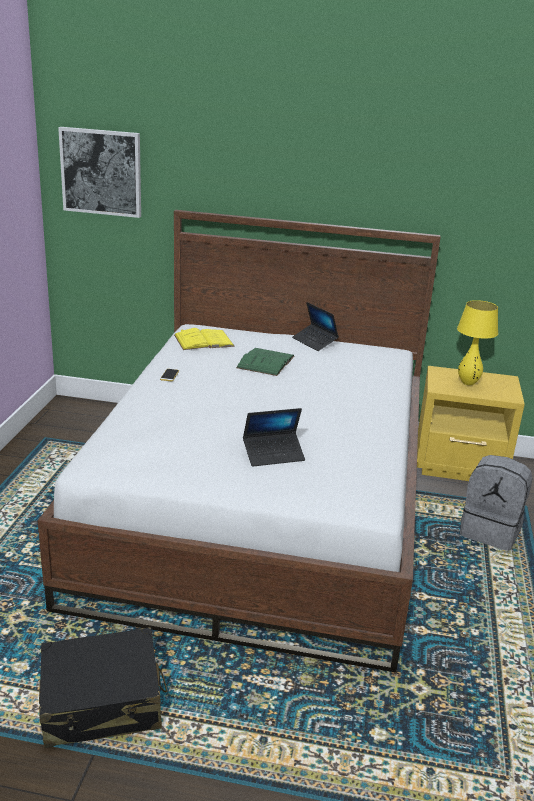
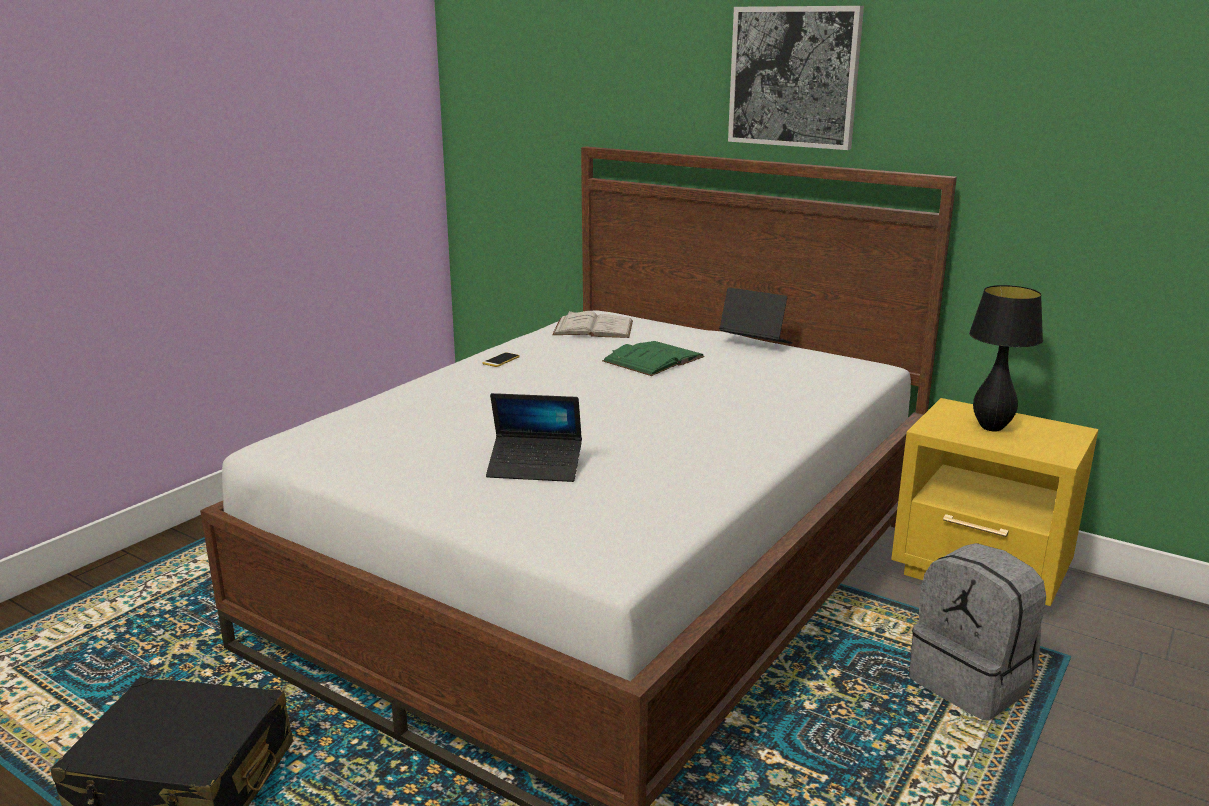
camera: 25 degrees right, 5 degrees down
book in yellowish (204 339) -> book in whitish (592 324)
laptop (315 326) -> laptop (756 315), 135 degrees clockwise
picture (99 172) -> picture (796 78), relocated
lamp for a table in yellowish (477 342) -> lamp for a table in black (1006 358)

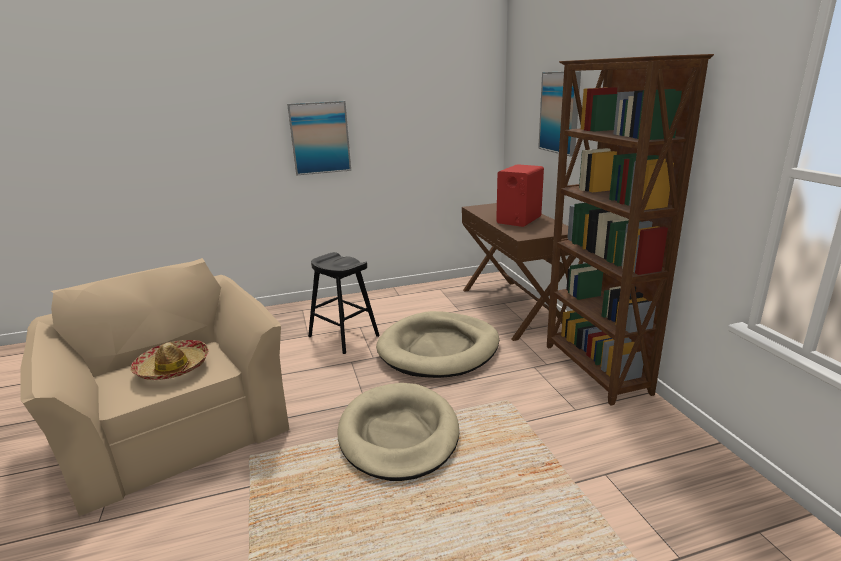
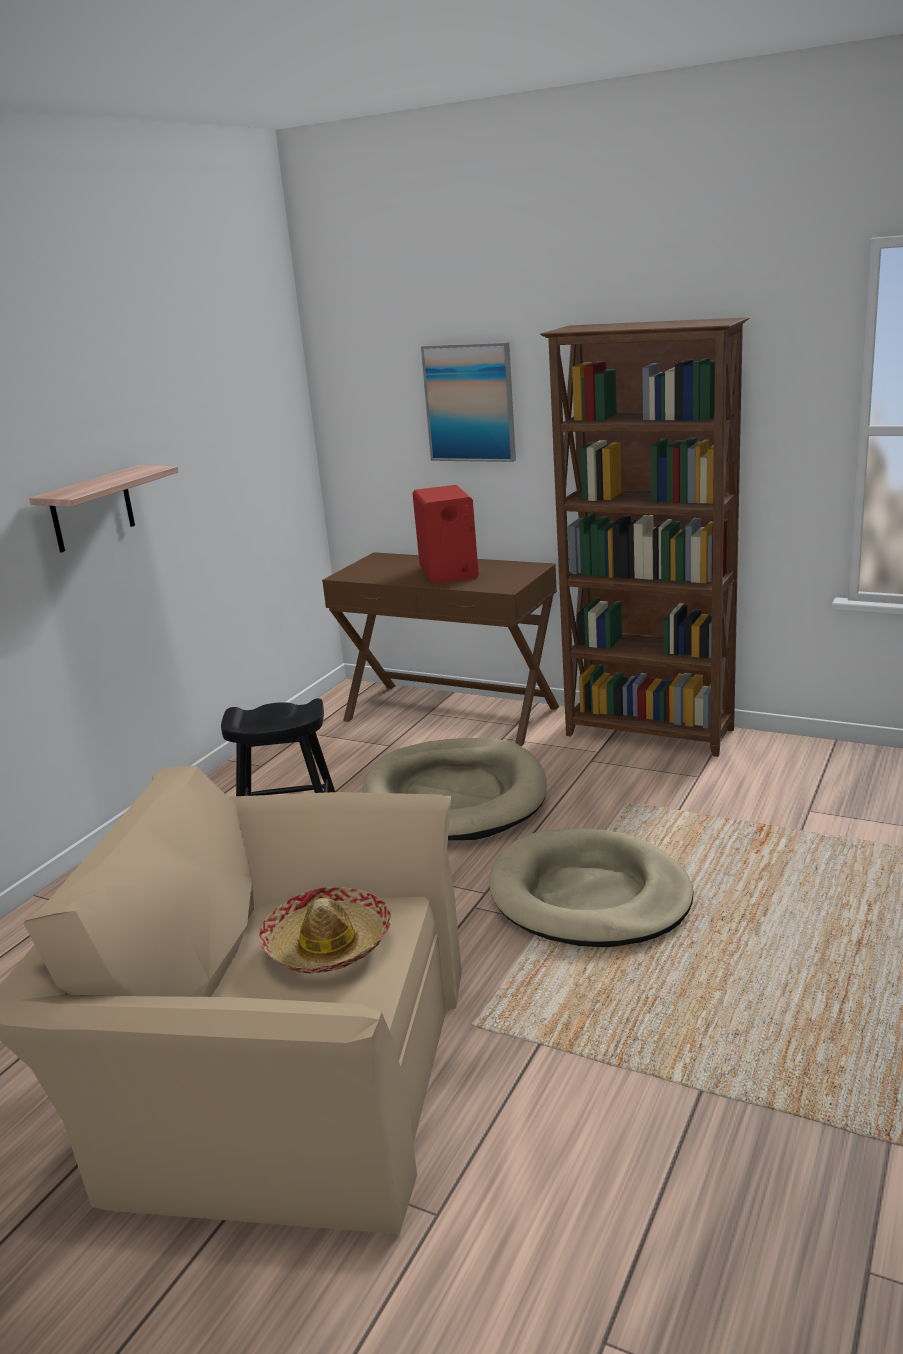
camera: 45 degrees left, 0 degrees up
picture (319 138) -> bracket shelf (103 509)

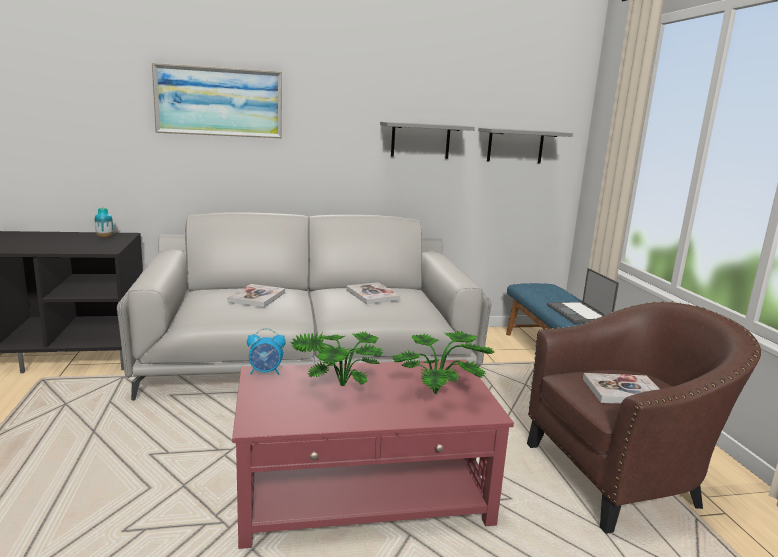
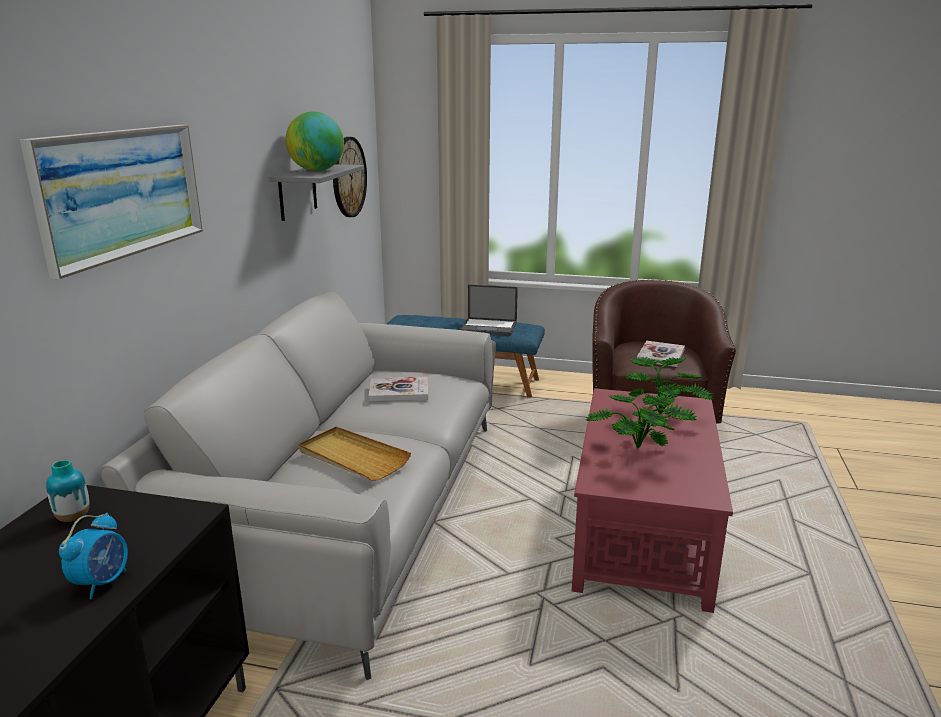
camera: 65 degrees left, 5 degrees up
bedside clock (266 351) -> bedside clock (93 556), relocated
none -> desk globe (315 141)
book (256 296) -> tray in sand-coloured (355 454)
bracket shelf in grey (525 146) -> clock on the wall (350 177)

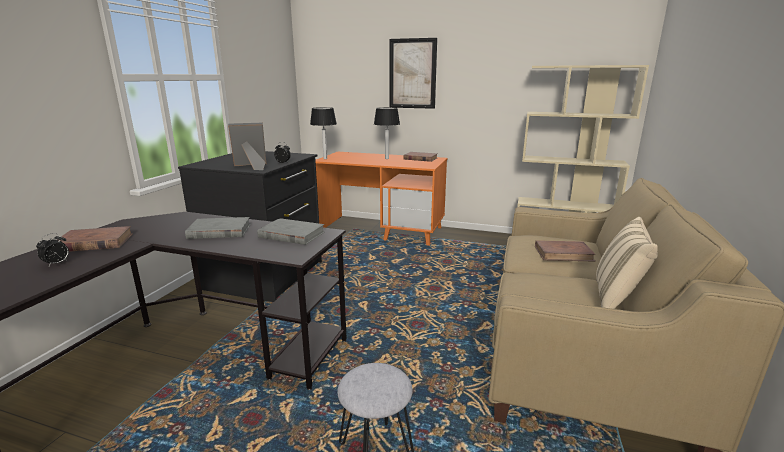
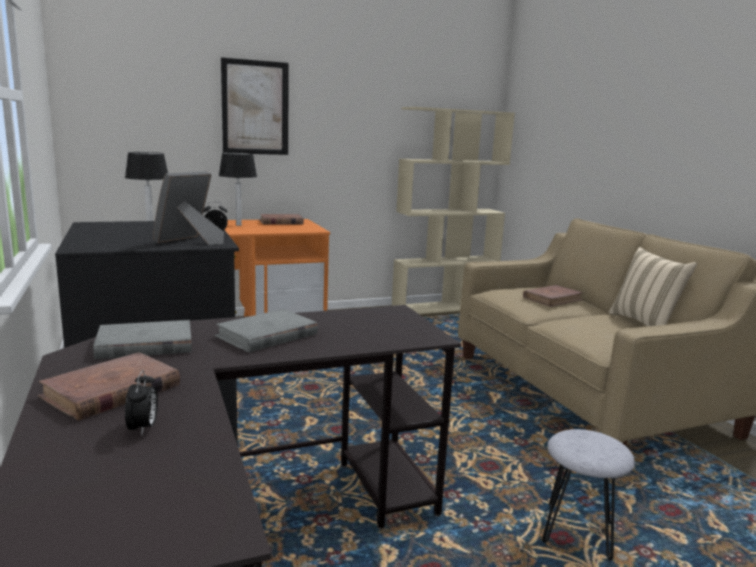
camera: 40 degrees left, 5 degrees down
book in grey (291 231) -> book in grey (142 339), relocated

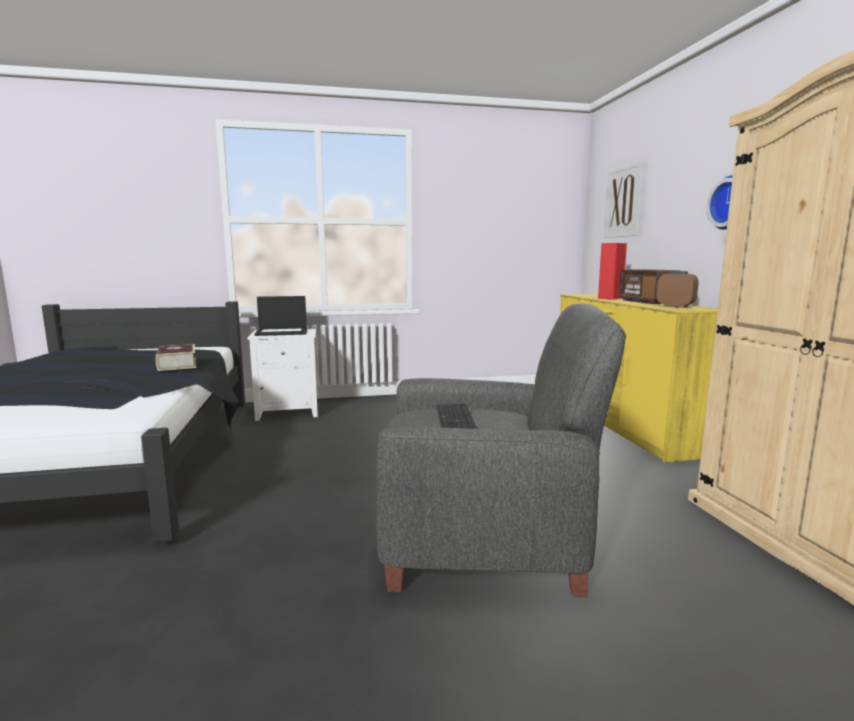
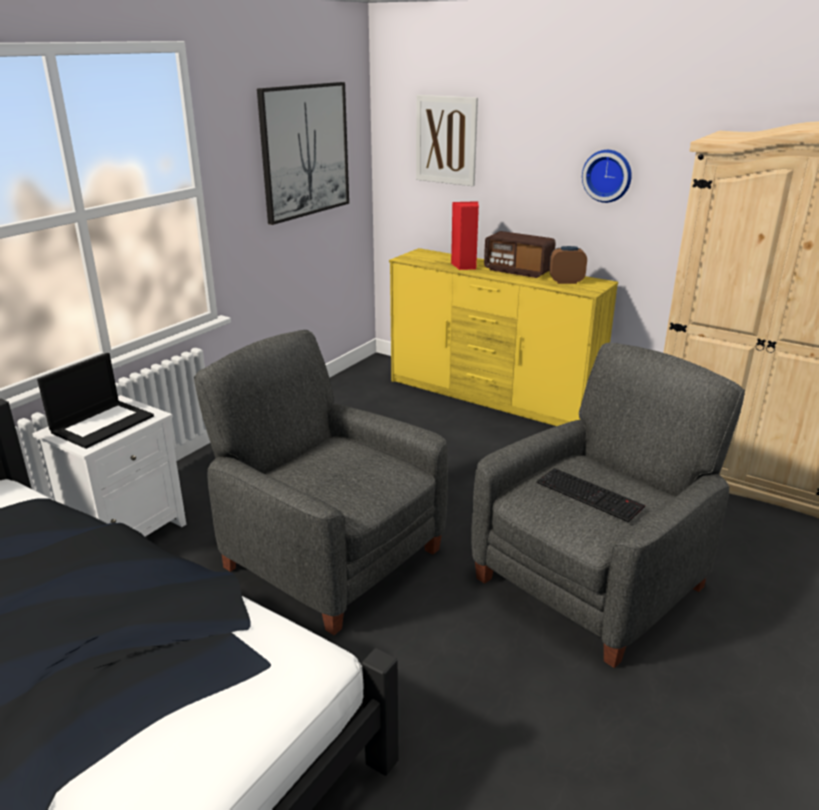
camera: 45 degrees left, 15 degrees up
none -> lounge chair in grey (321 482)
none -> picture (303 153)
book (176 357) -> none

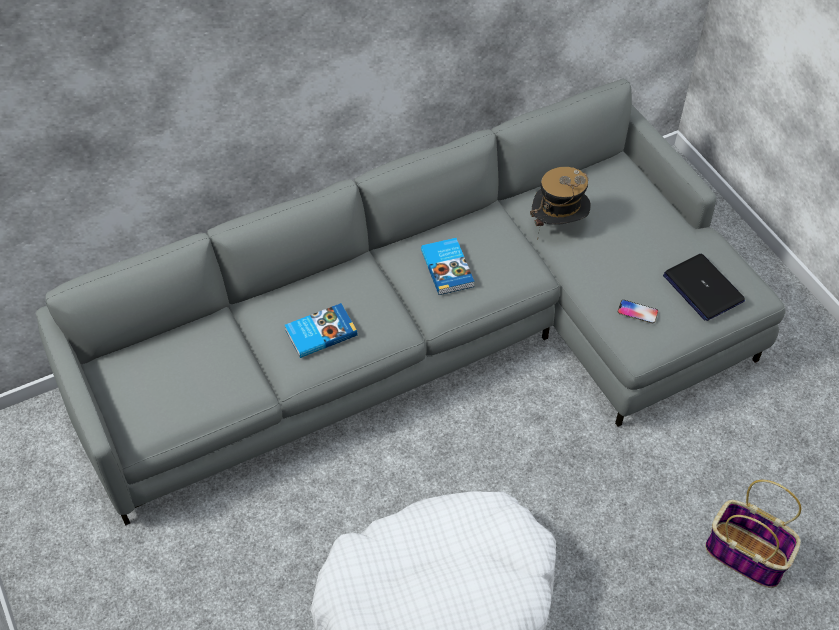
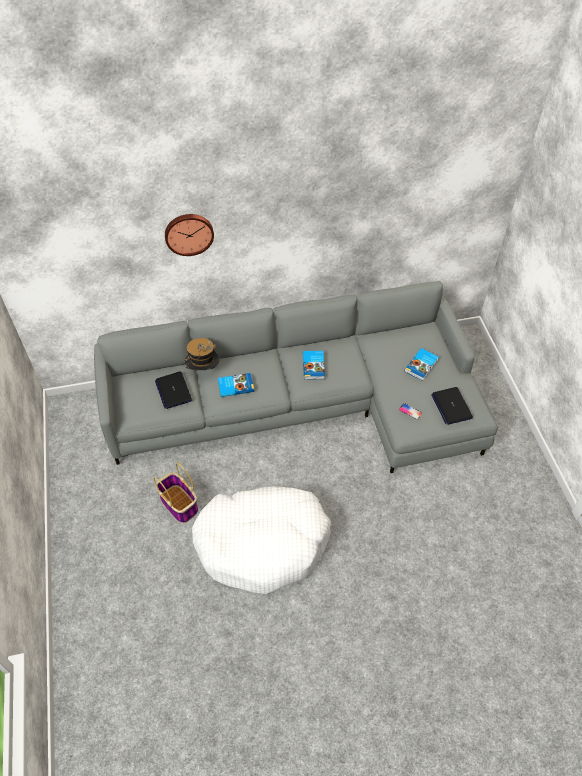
camera: 15 degrees right, 0 degrees up
household basket (753 534) -> household basket (175 493), relocated
none -> laptop (173 390)
none -> clock on the wall (189 235)
clothing hat (560 204) -> clothing hat (202 354), relocated
none -> book (422 364)

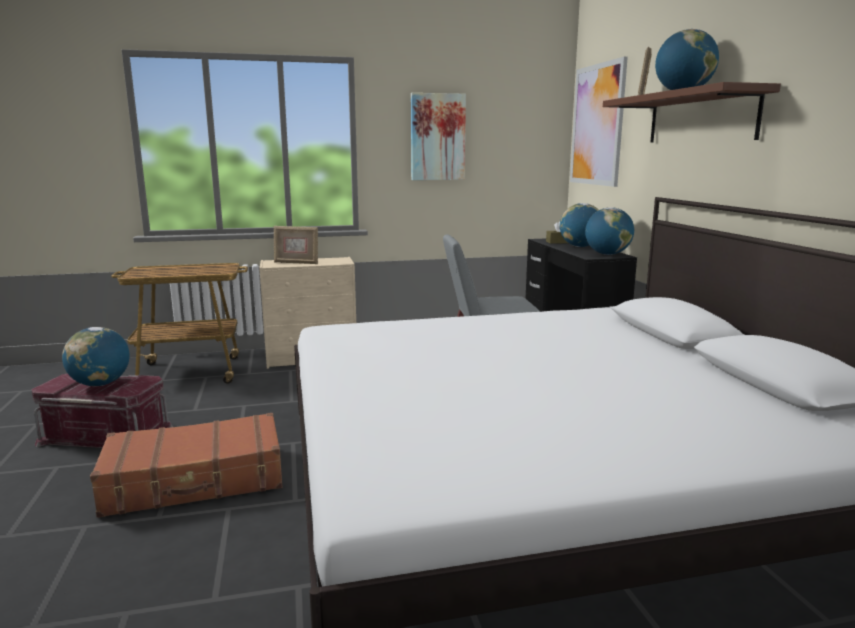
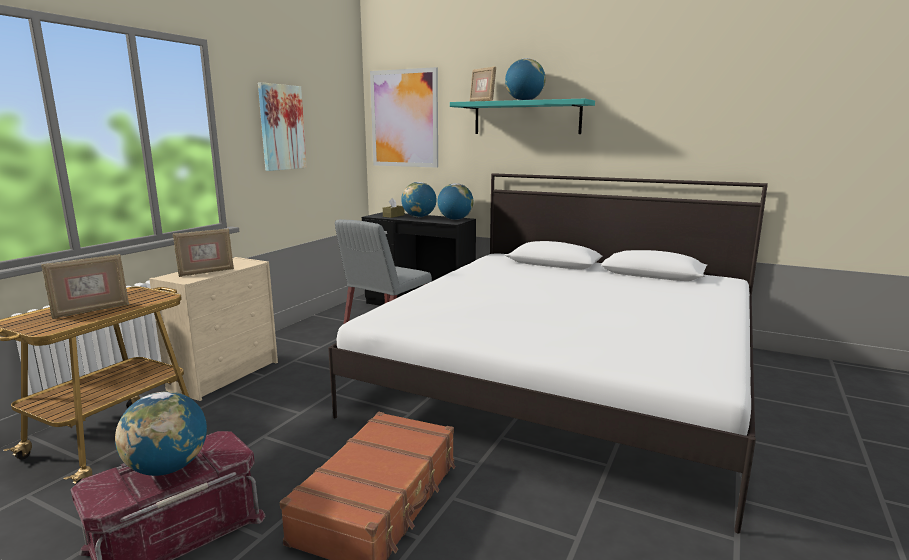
camera: 50 degrees left, 0 degrees up
none -> photo frame (85 286)
bracket shelf in brown-coloured (692 112) -> bracket shelf in turquoise (522 116)

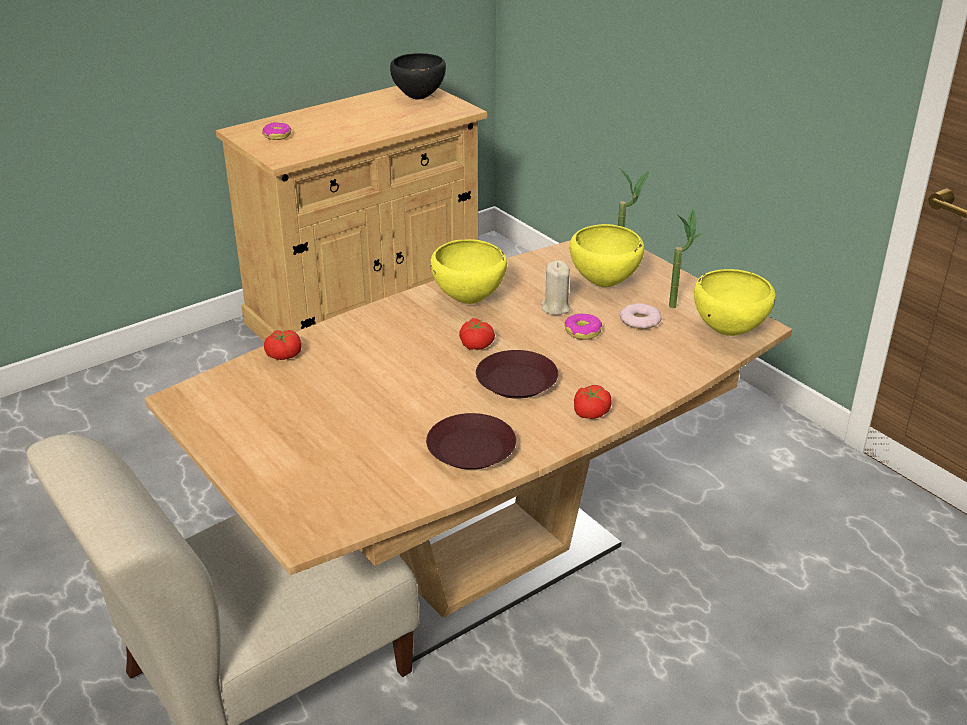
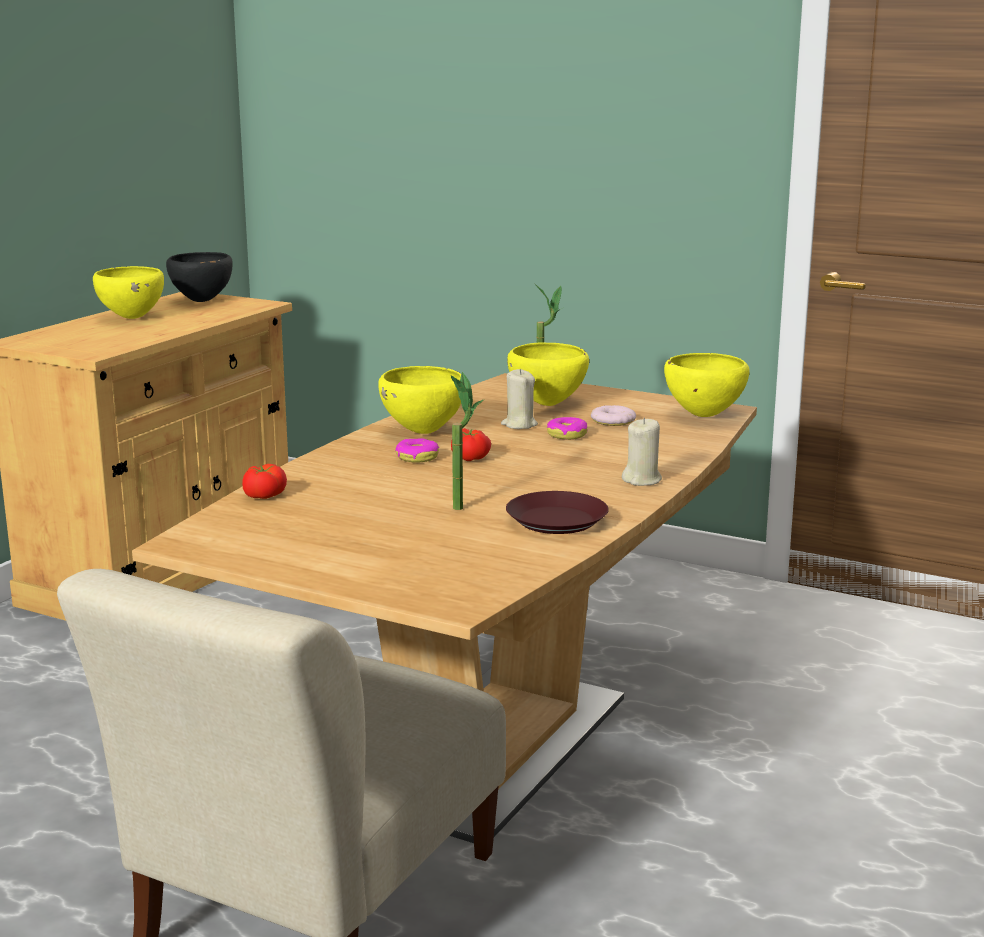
camera: 25 degrees left, 15 degrees down
none -> bowl in yellowish (128 292)
donut (277 131) -> donut (417 450), relocated
plant in a pot (686 258) -> plant in a pot (467 441), relocated
fresh tomato (593 402) -> wax light in sand-coloured (642 452)
flat dish in brown-coloured (517 374) -> none

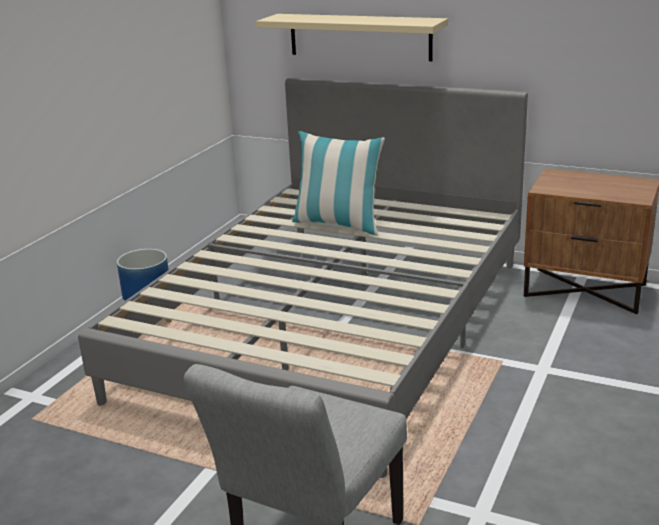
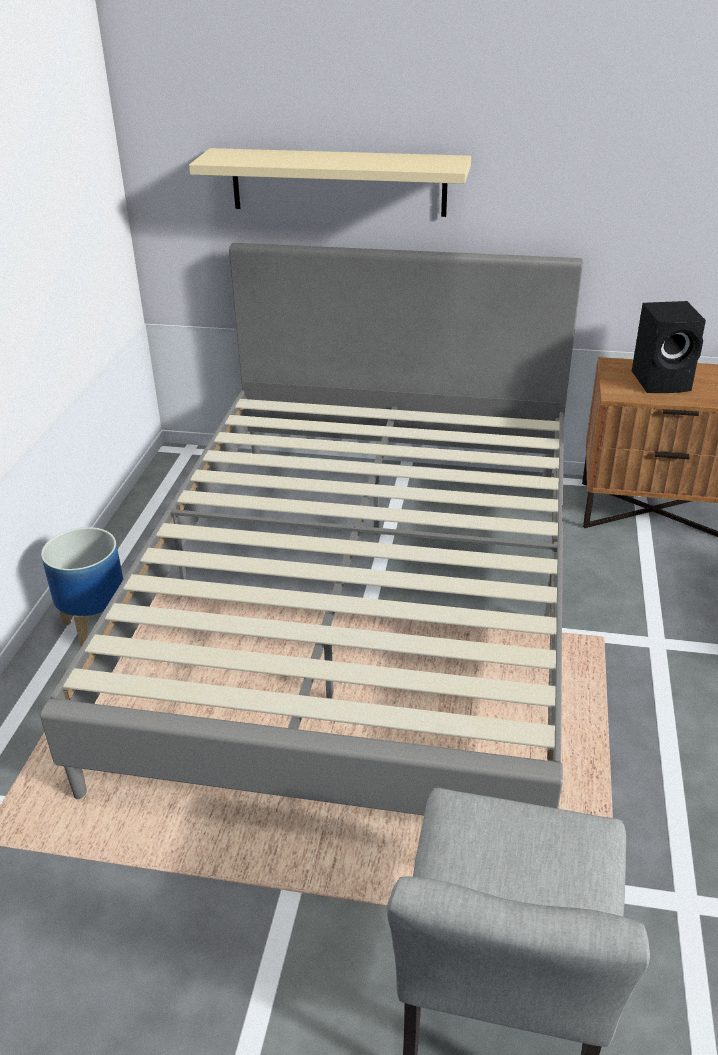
camera: 15 degrees left, 10 degrees up
none -> loudspeaker in black (669 347)
throw pillow (338 183) -> none

